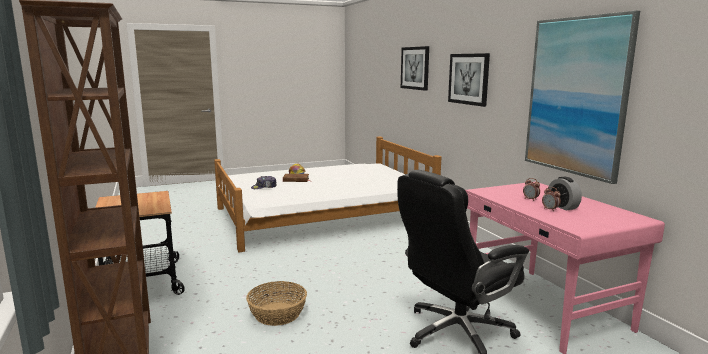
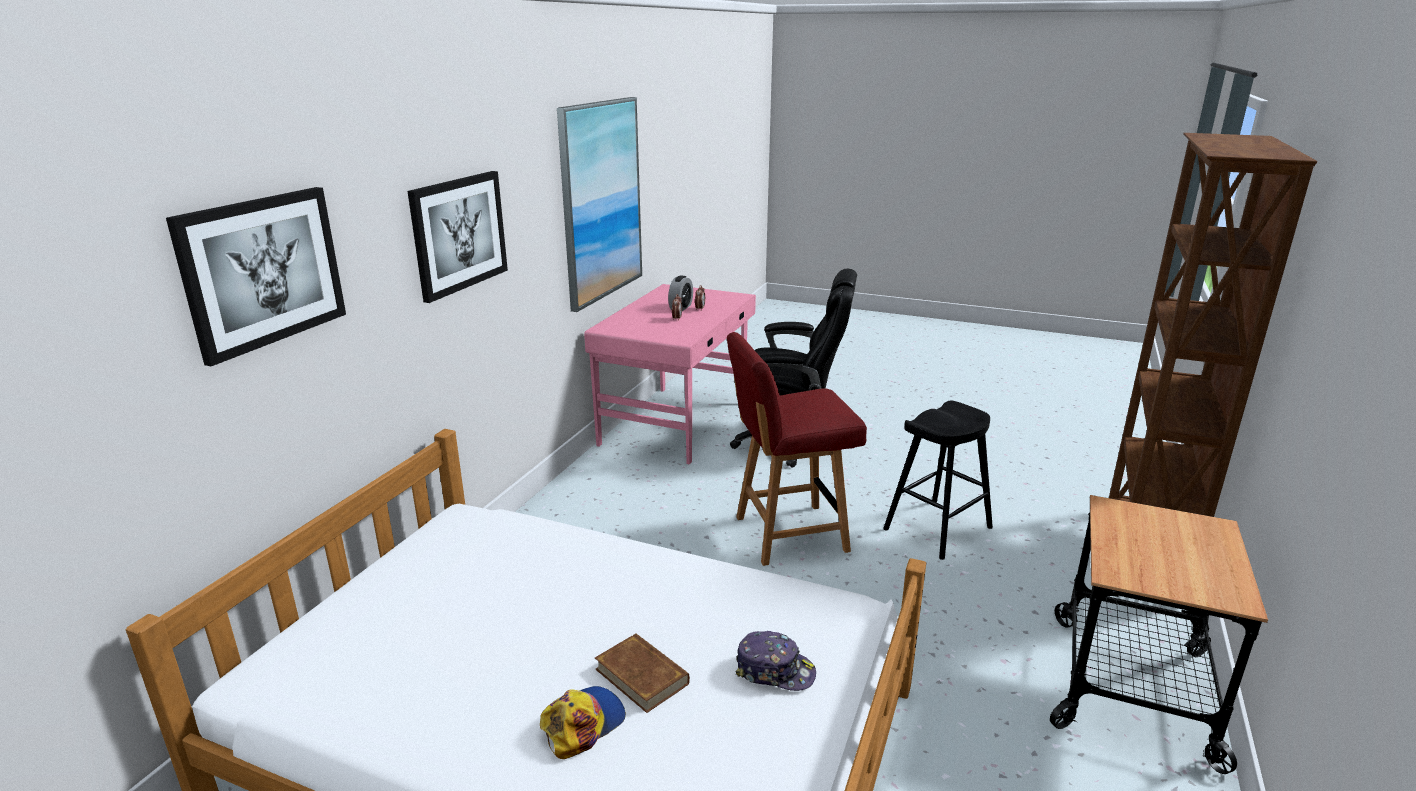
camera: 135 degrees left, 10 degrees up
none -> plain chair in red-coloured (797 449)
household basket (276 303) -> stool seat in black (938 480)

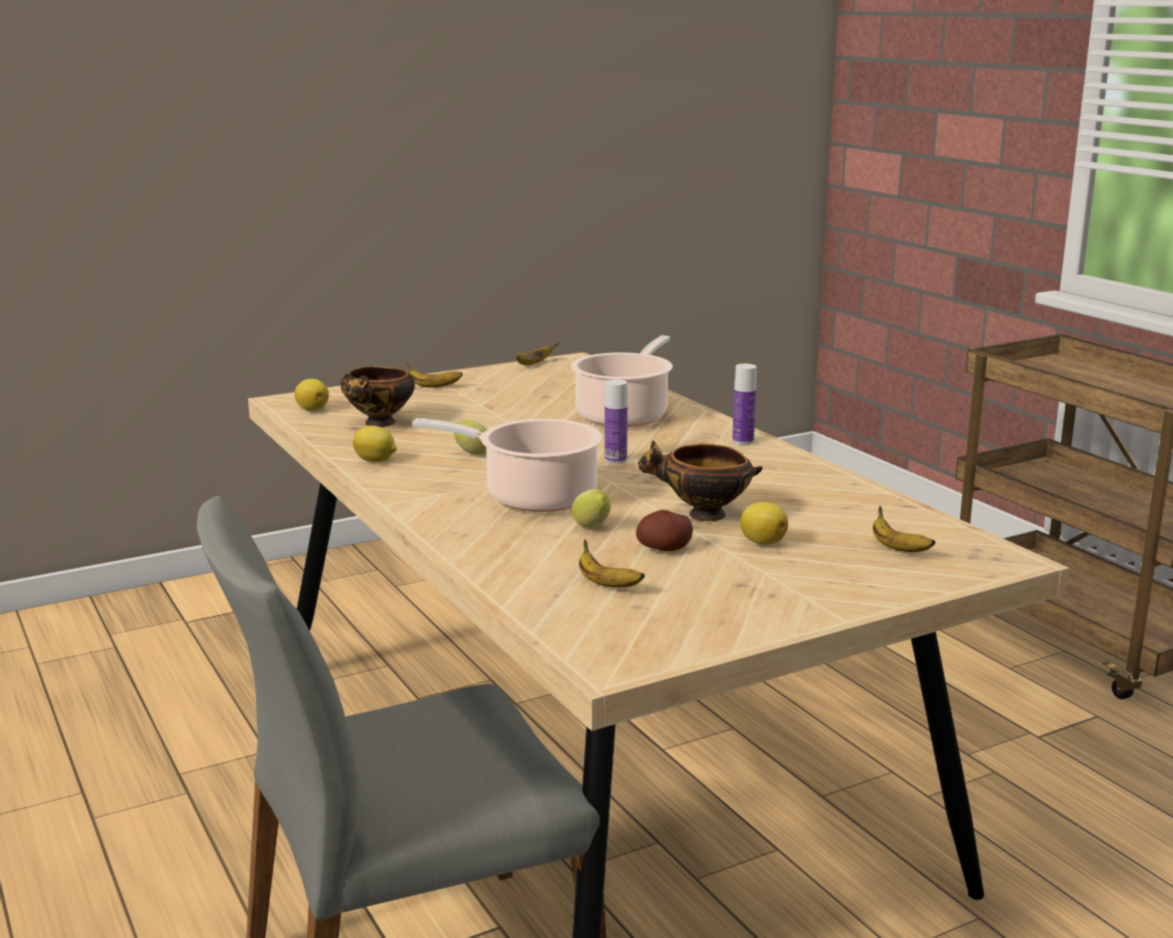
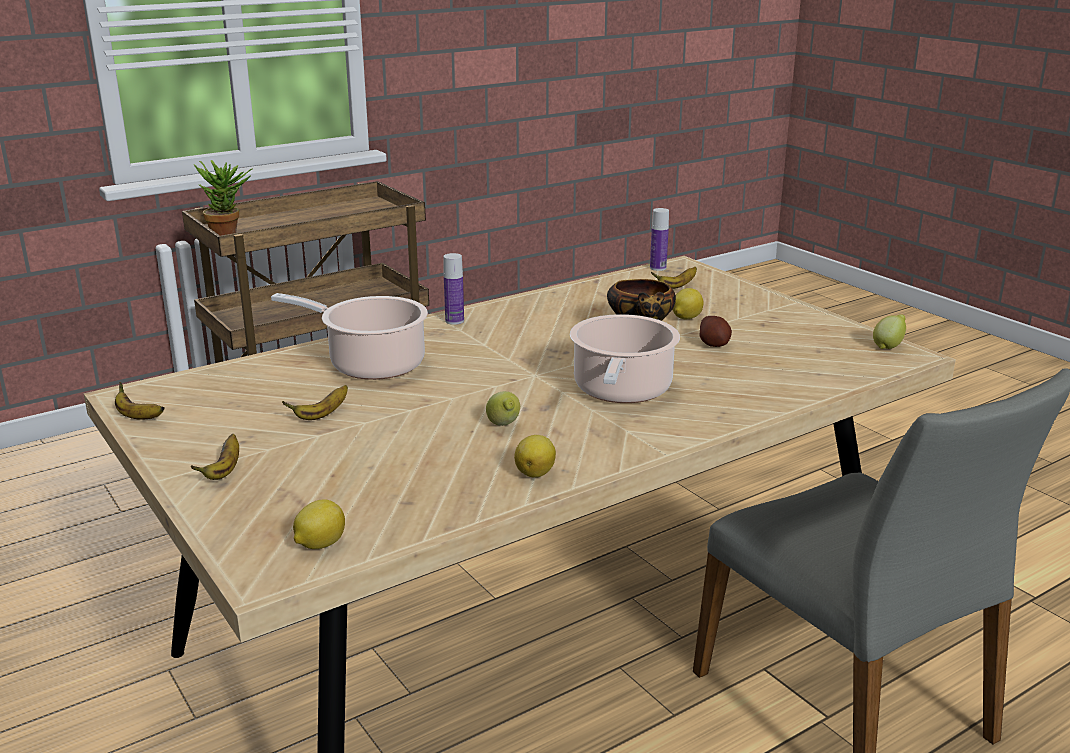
camera: 95 degrees left, 5 degrees up
none -> plant in a pot (223 198)
whole banana (612 563) -> whole banana (315 402), relocated
bottle (616 421) -> bottle (659 239), relocated
lemon (591 508) -> lemon (889 331), relocated
bowl (378 396) -> none

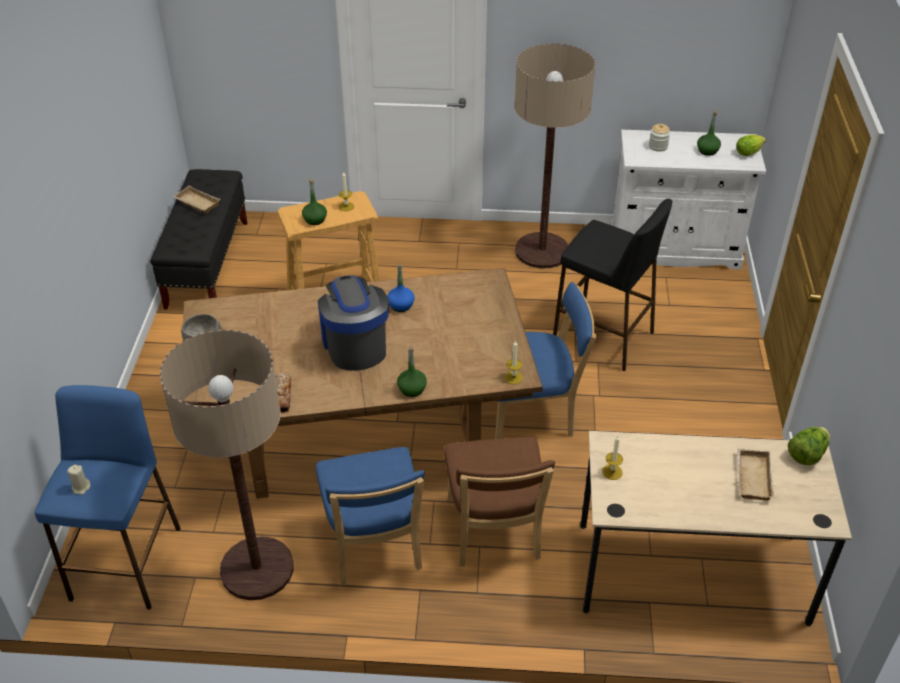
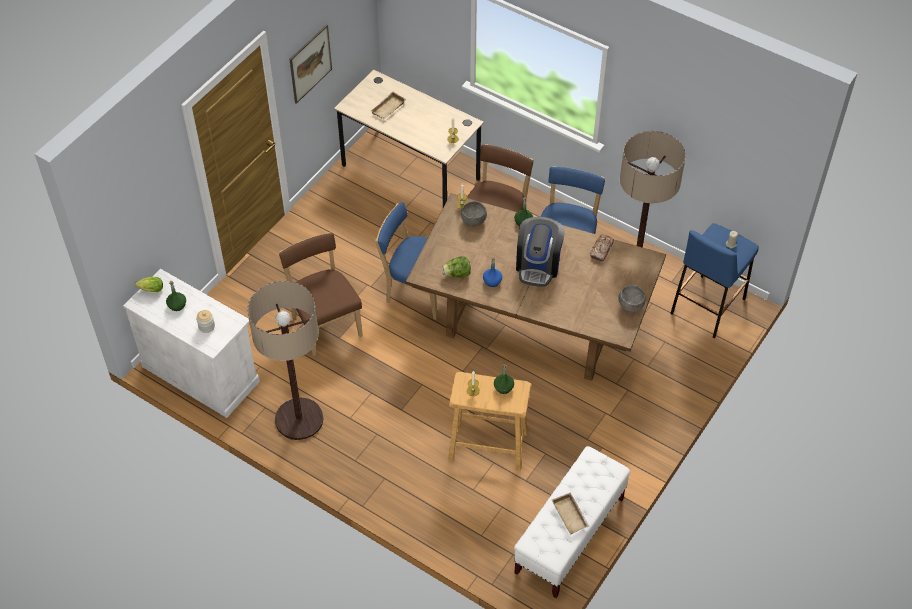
camera: 150 degrees left, 10 degrees up
stool seat in black (612 285) -> plain chair in brown-coloured (321 294)
none -> picture (311 64)
lettuce (809 446) -> lettuce (456 266), relocated
none -> bowl in grey (474 214)
indoor bench in black (198 239) -> indoor bench in whitish (572 522)

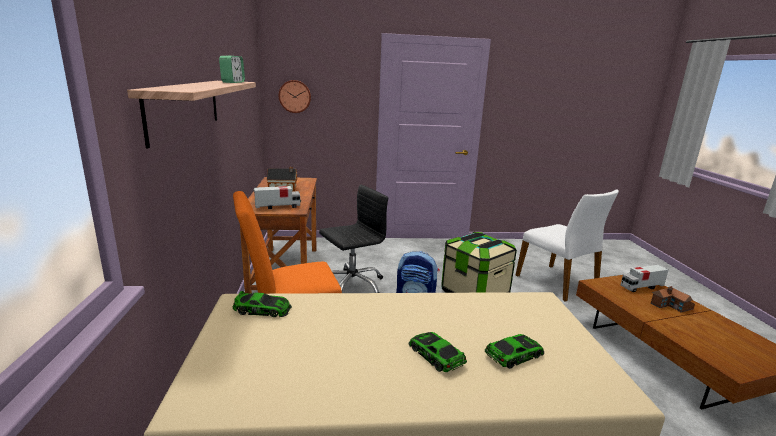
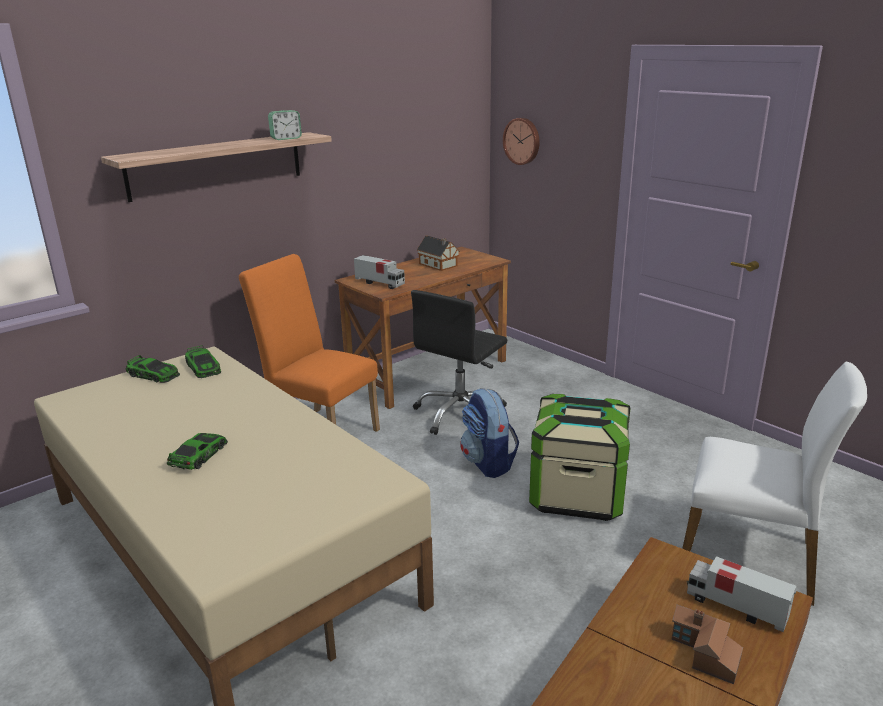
camera: 55 degrees right, 5 degrees up
miniature car (514 351) -> miniature car (153 369), relocated
computer chair in black (353 239) -> computer chair in black (459 362), 105 degrees clockwise
plain chair in whitish (567 245) -> plain chair in whitish (774 484), 90 degrees counterclockwise

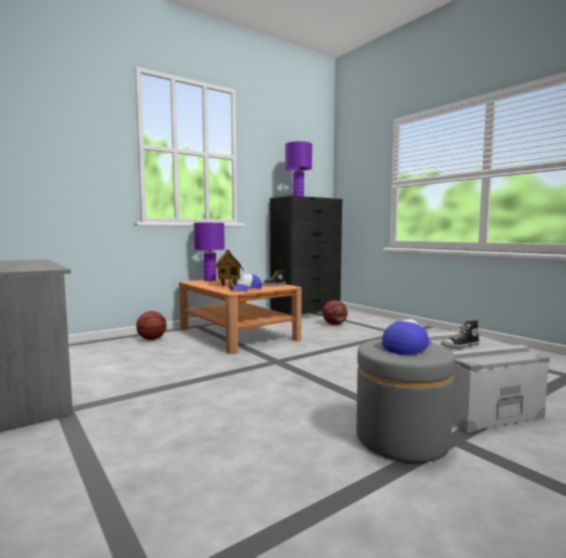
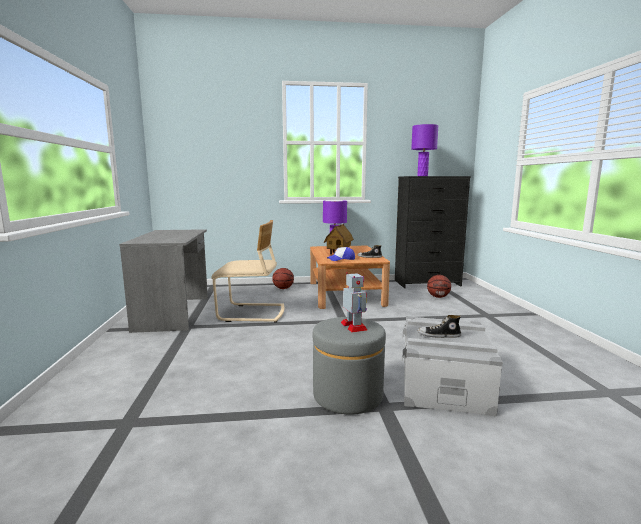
camera: 30 degrees right, 5 degrees up
none -> plain chair in sand-coloured (247 271)
baseball cap (407 337) -> toy robot (354 302)

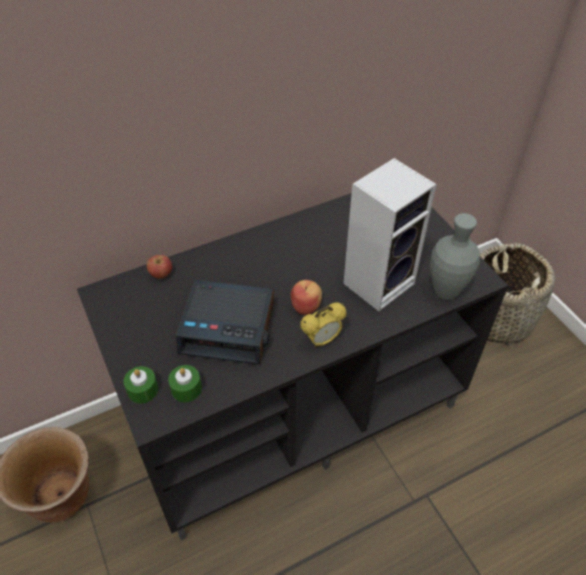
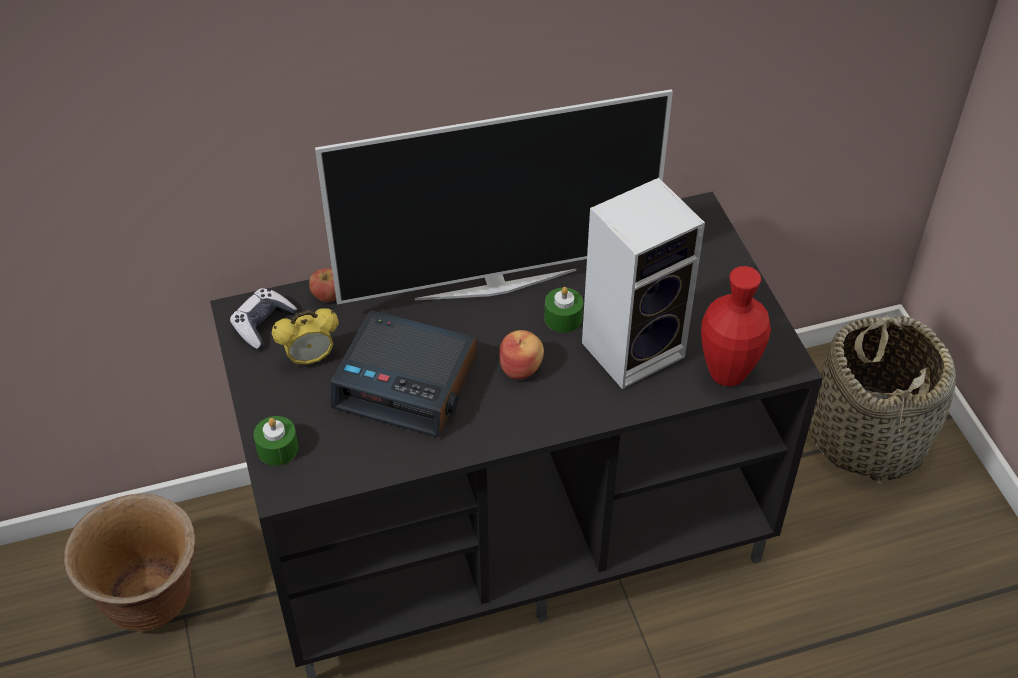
camera: 10 degrees right, 0 degrees up
none -> joypad (263 318)
bedside clock (323 325) -> bedside clock (305 337), relocated
none -> TV set (494 196)
wax light in green-coloured (185 383) -> wax light in green-coloured (564 310), relocated
vase in grey (455 256) -> vase in red-coloured (736 326)

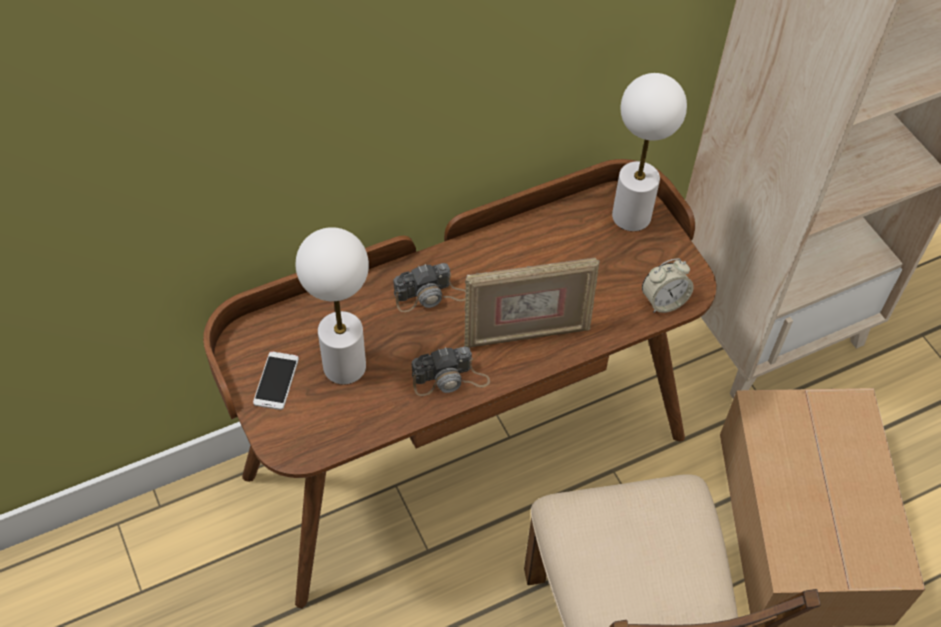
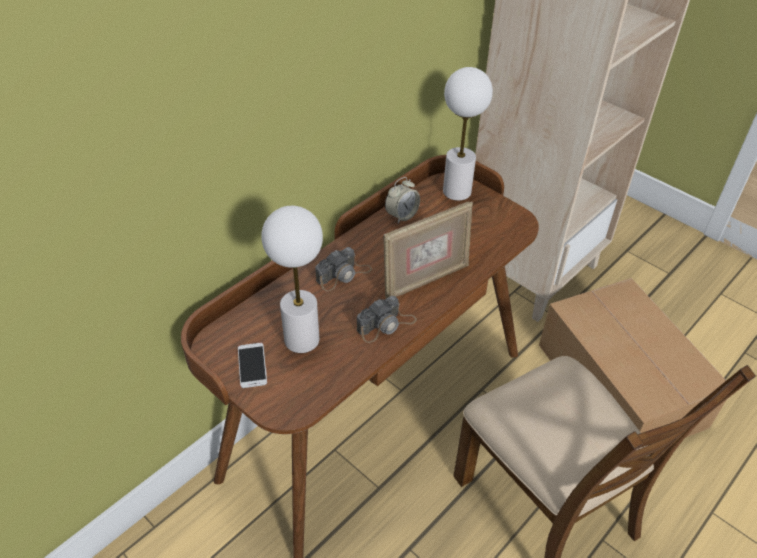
camera: 20 degrees left, 10 degrees down
bedside clock (668 285) -> bedside clock (402 200), relocated

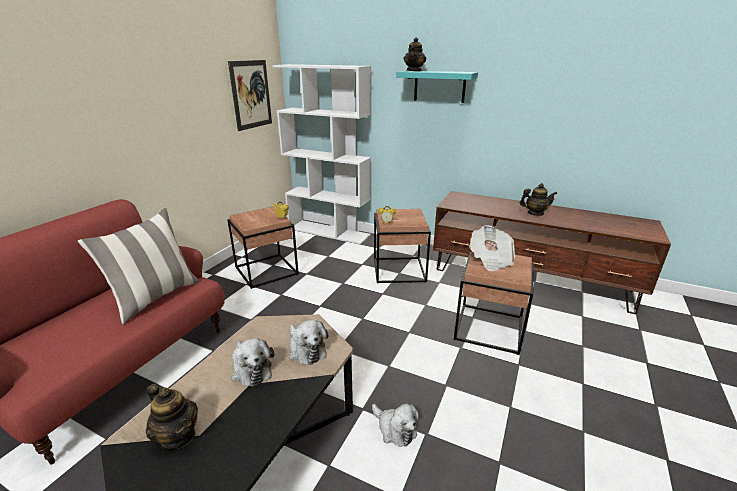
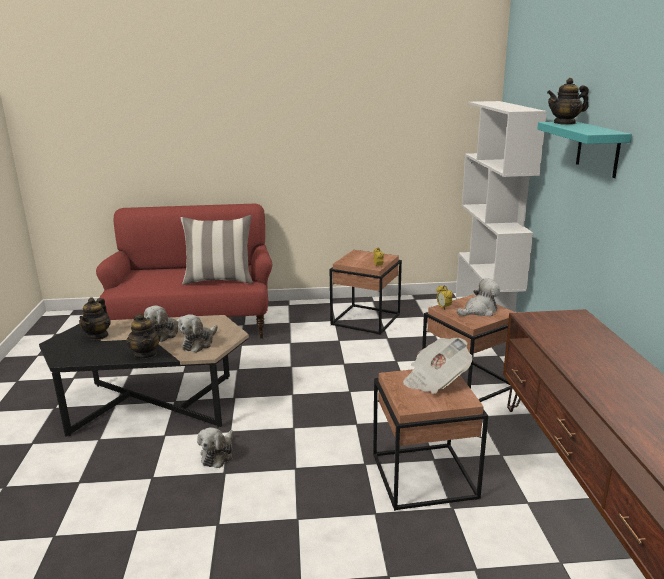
camera: 60 degrees right, 5 degrees down
tea pot (538 199) -> tea pot (143 336), relocated
none -> cuddly toy (478 297)
picture (250 95) -> none

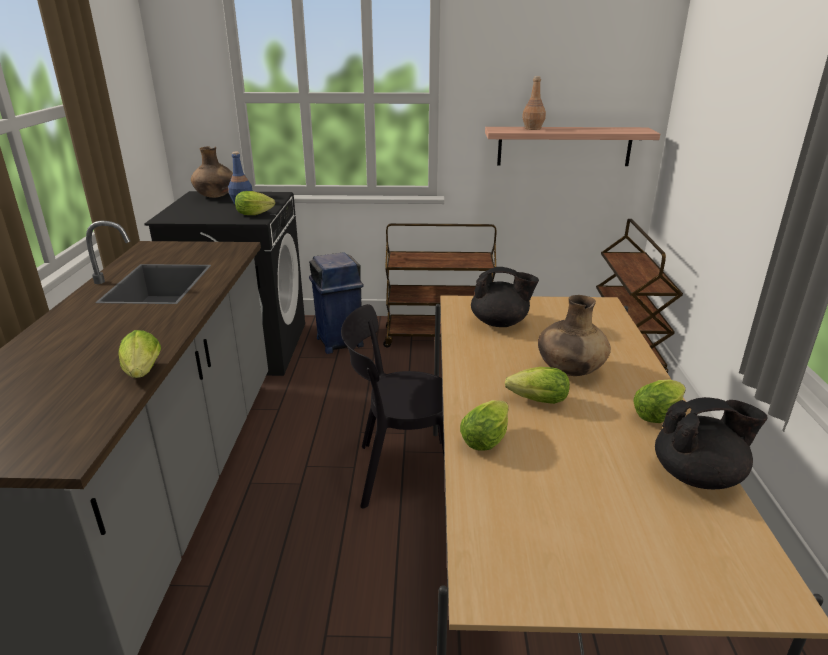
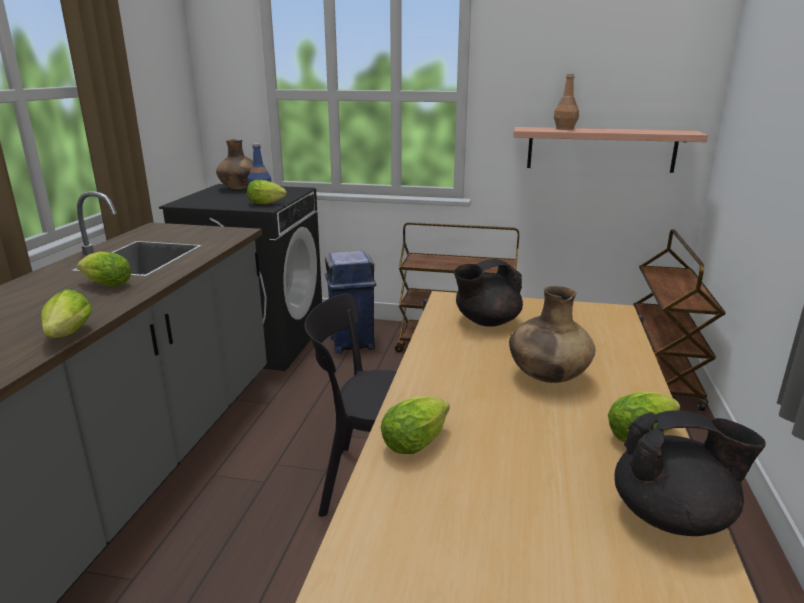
camera: 10 degrees right, 5 degrees down
lettuce (537 385) -> lettuce (104 269), relocated
tea pot in black (505 297) -> tea pot in black (488 293), 135 degrees clockwise

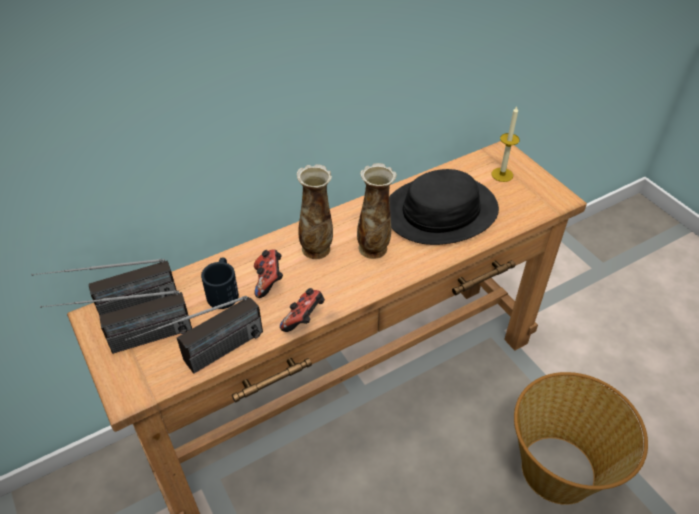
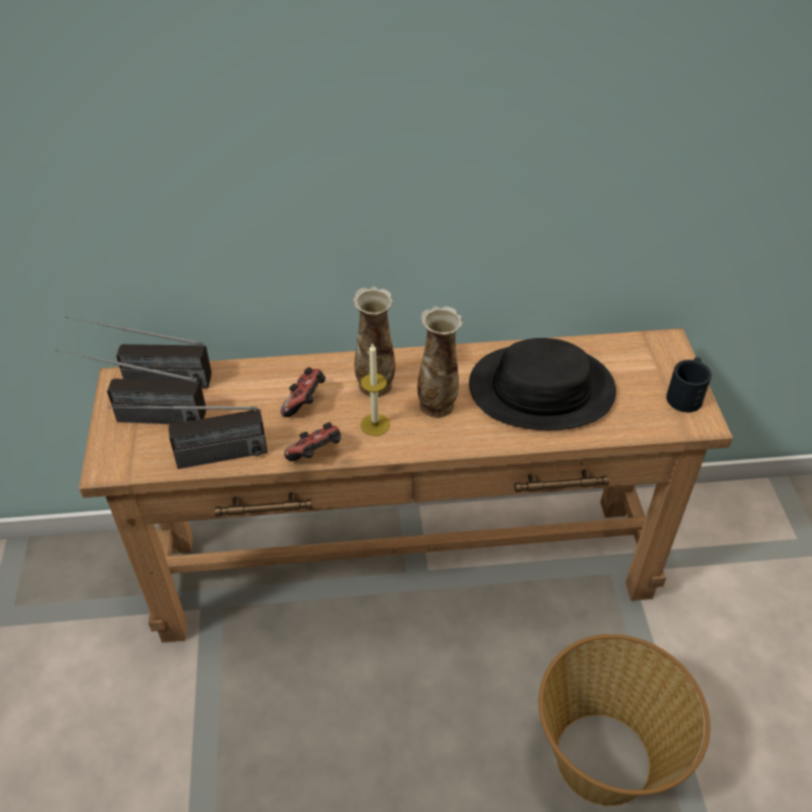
camera: 25 degrees right, 0 degrees up
wax light (505 144) -> wax light (375 389), relocated
coffee mug in black (220 283) -> coffee mug in black (689 384), relocated

